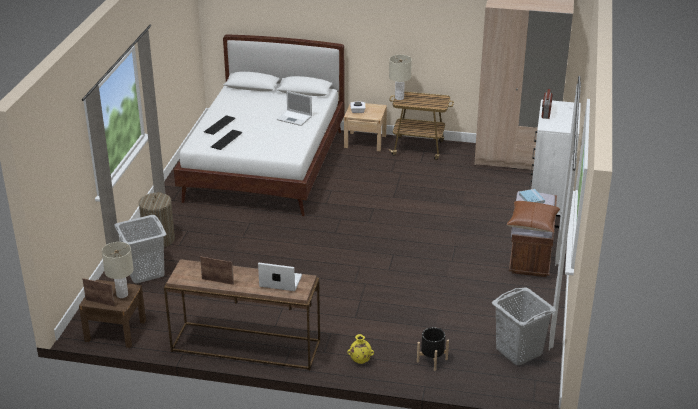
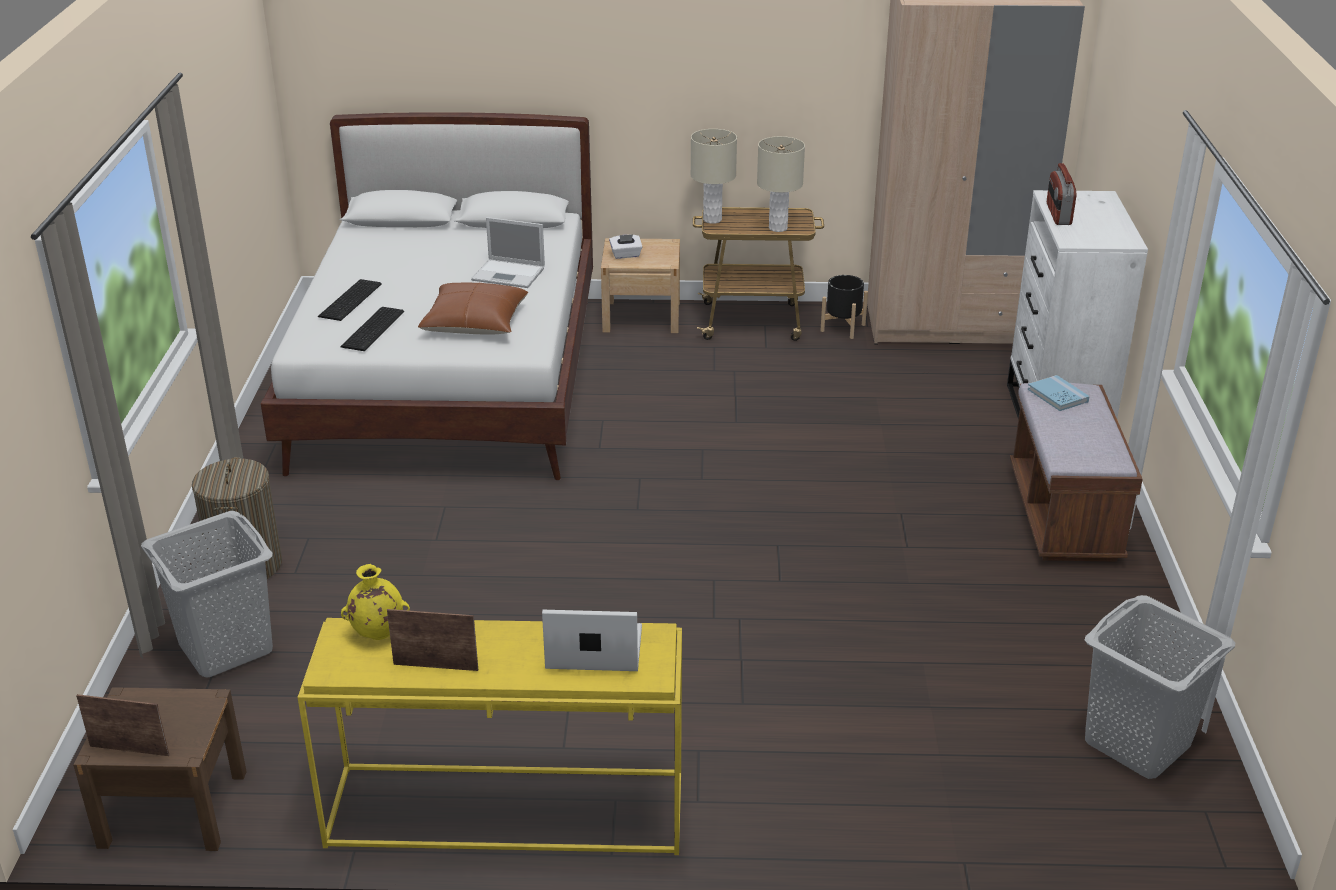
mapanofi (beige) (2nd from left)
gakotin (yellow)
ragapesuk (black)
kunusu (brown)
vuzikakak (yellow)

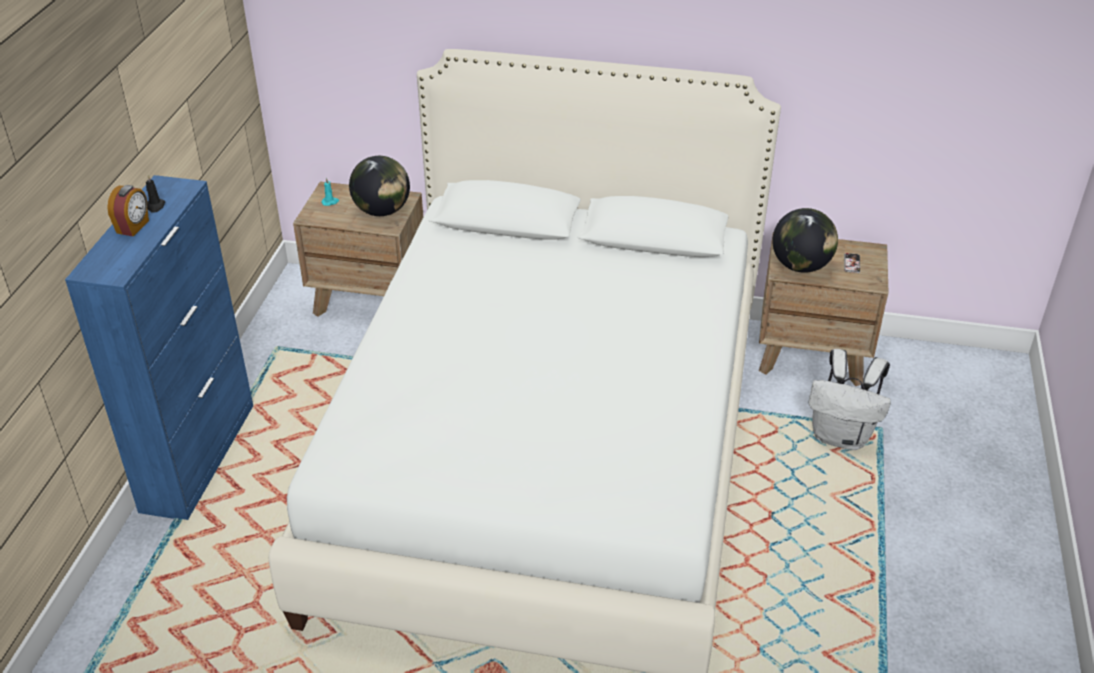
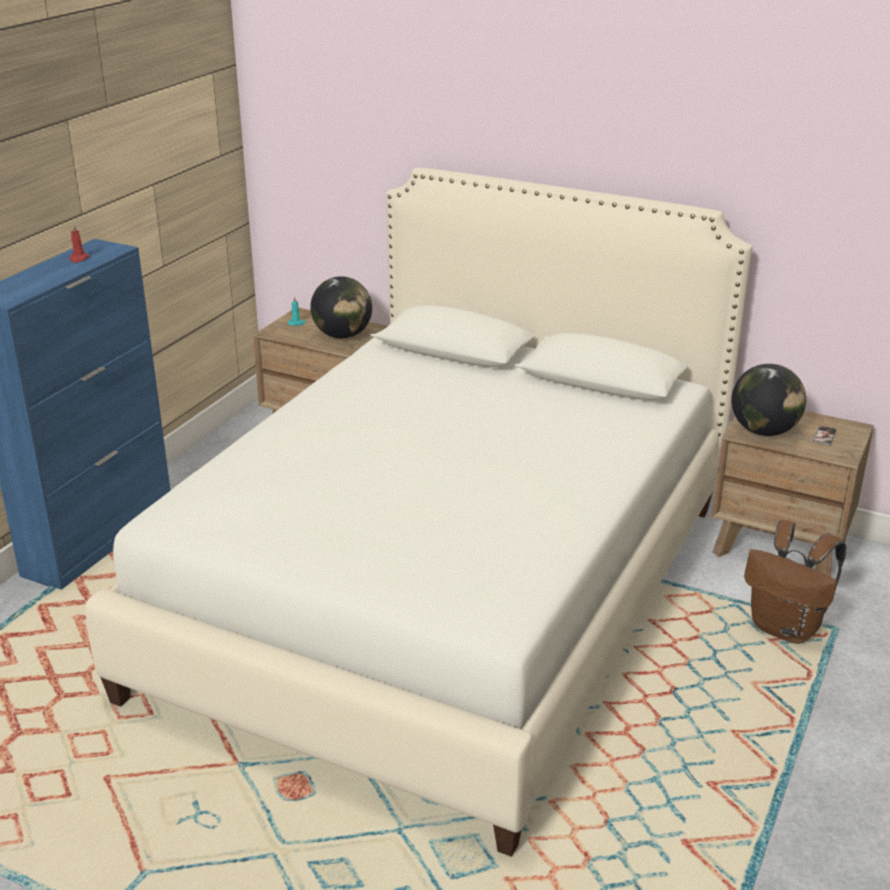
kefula
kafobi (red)
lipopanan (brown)

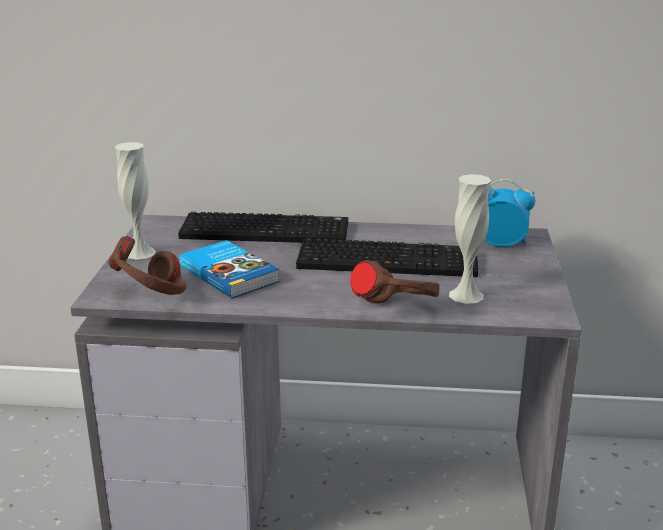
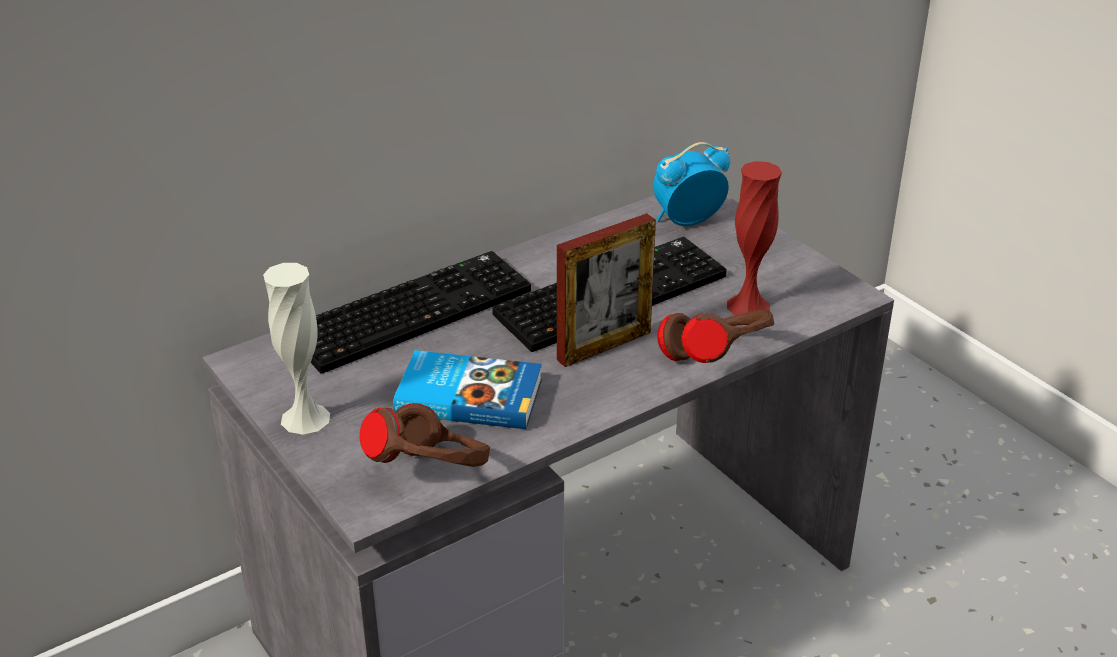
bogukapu
gakotin (red)

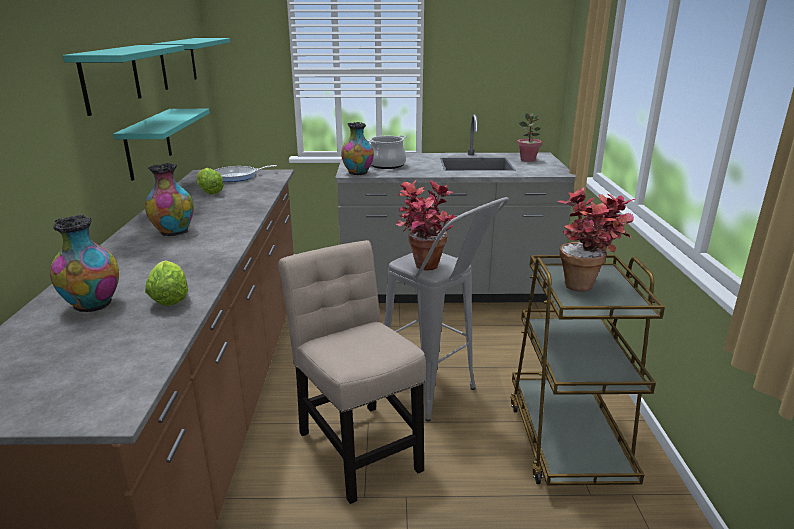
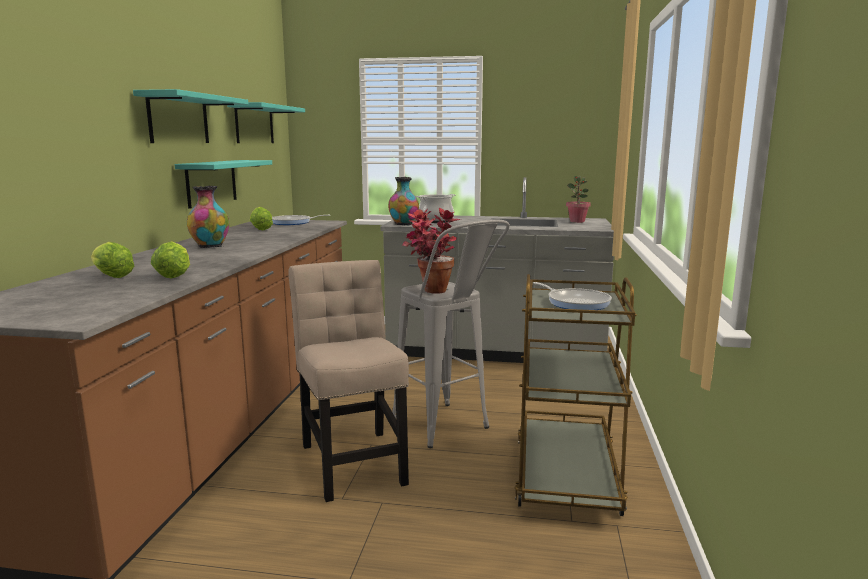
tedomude (1st from left)
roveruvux (2nd from left)

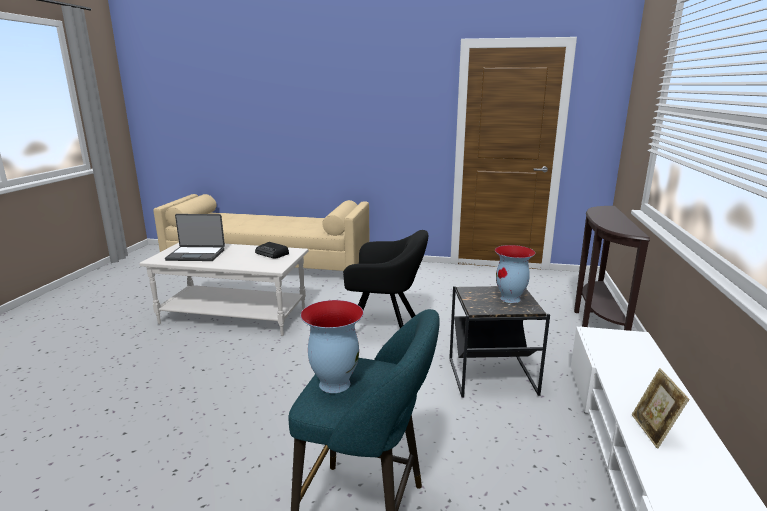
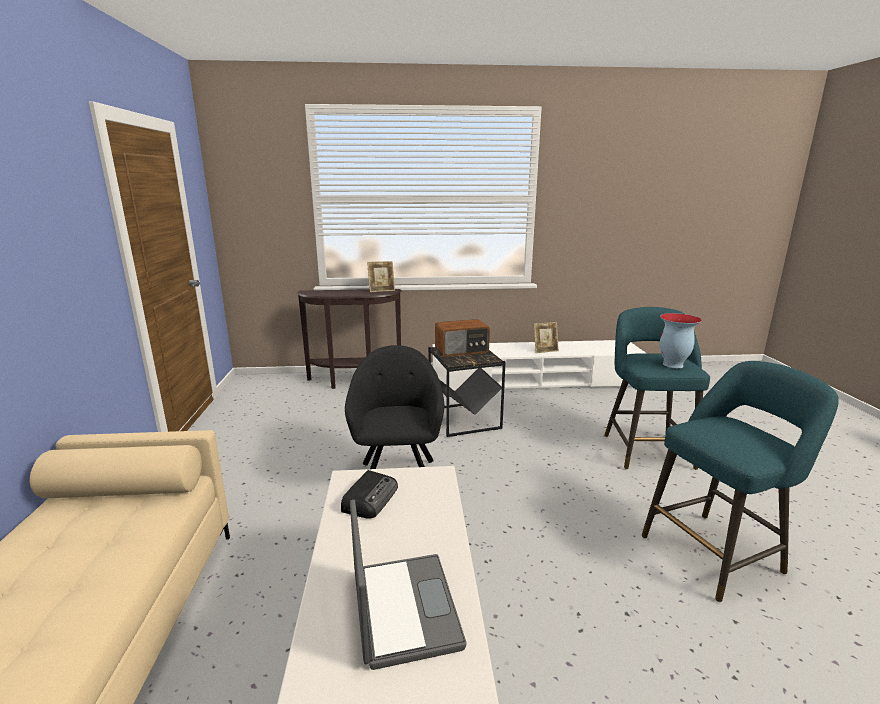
bogukapu (1st from left)
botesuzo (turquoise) (2nd from left)
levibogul (2nd from left)

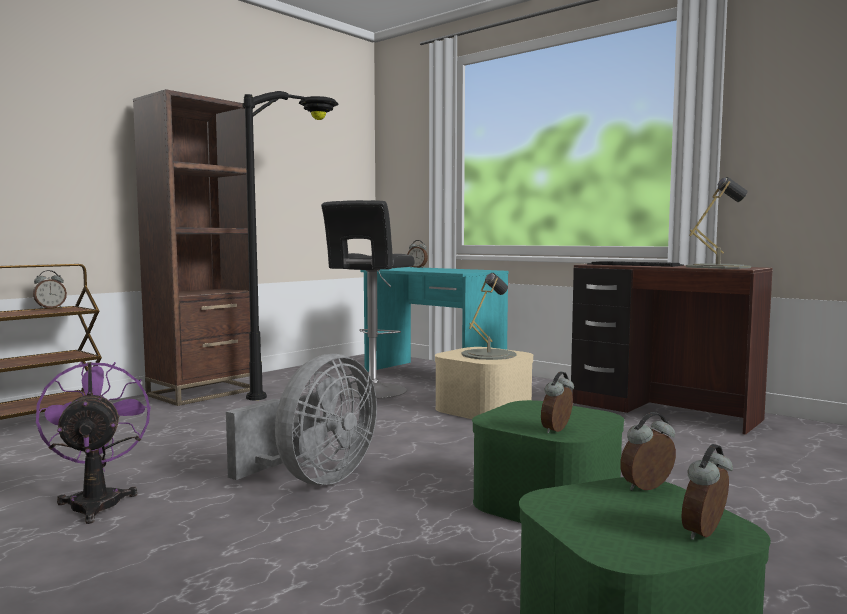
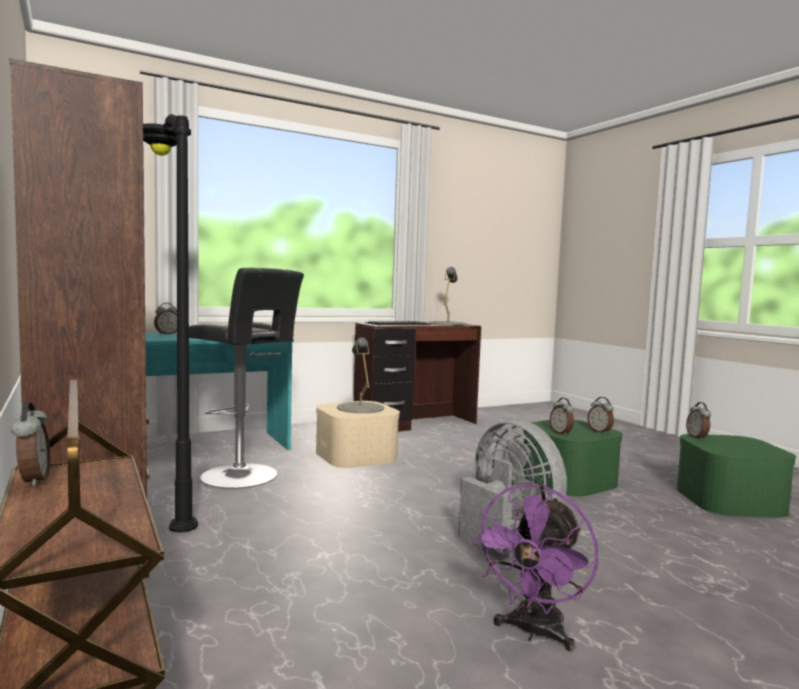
kefula (3rd from left)
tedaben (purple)

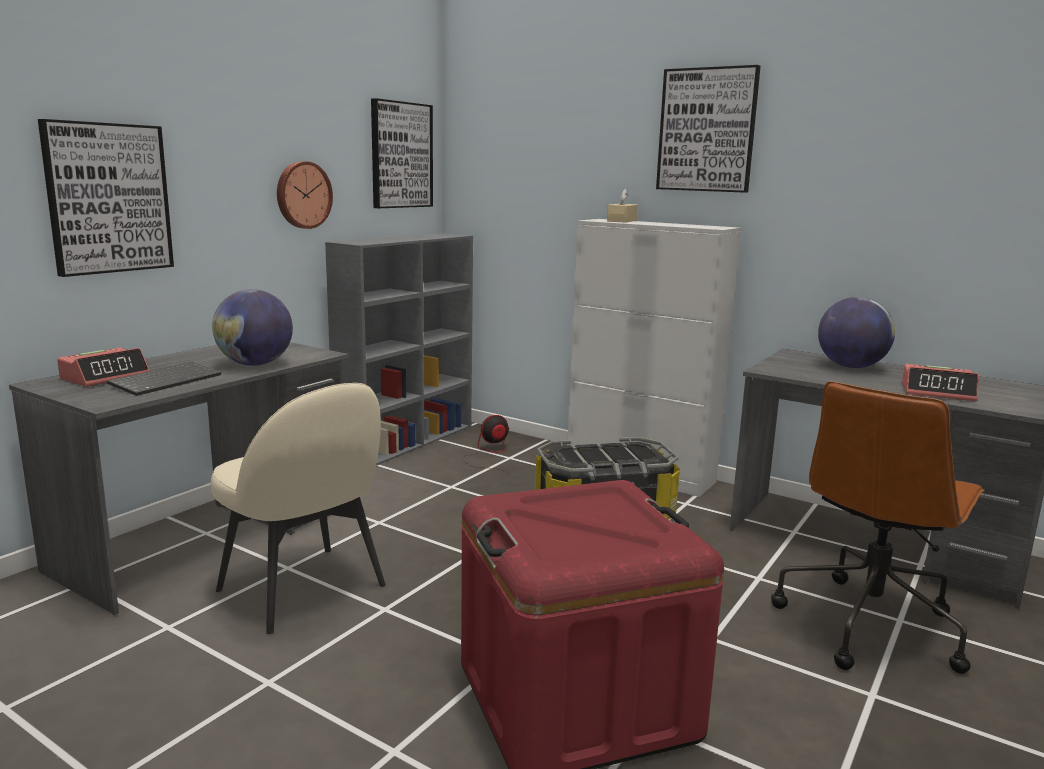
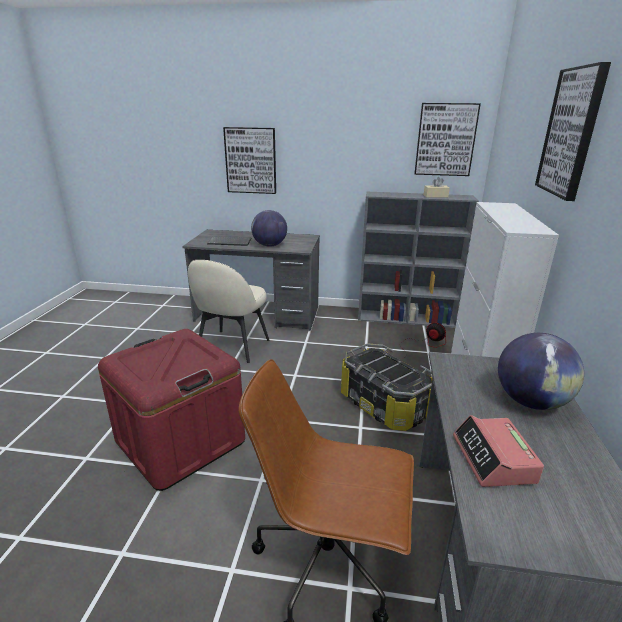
kefula (1st from left in the first image)
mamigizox
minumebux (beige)

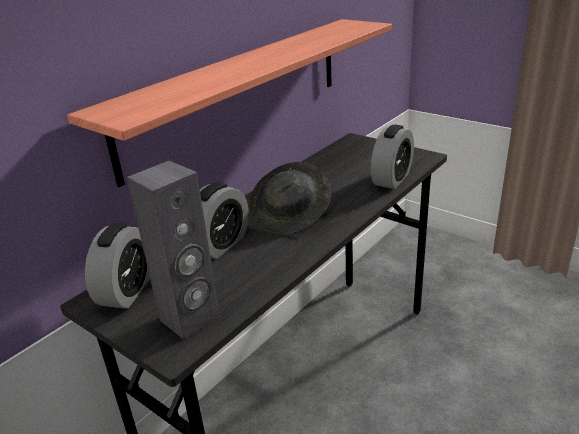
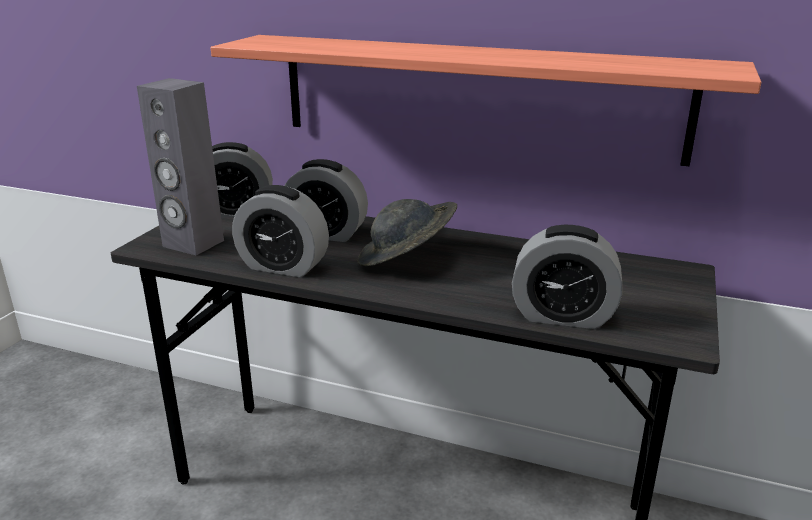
kefula (2nd from left)

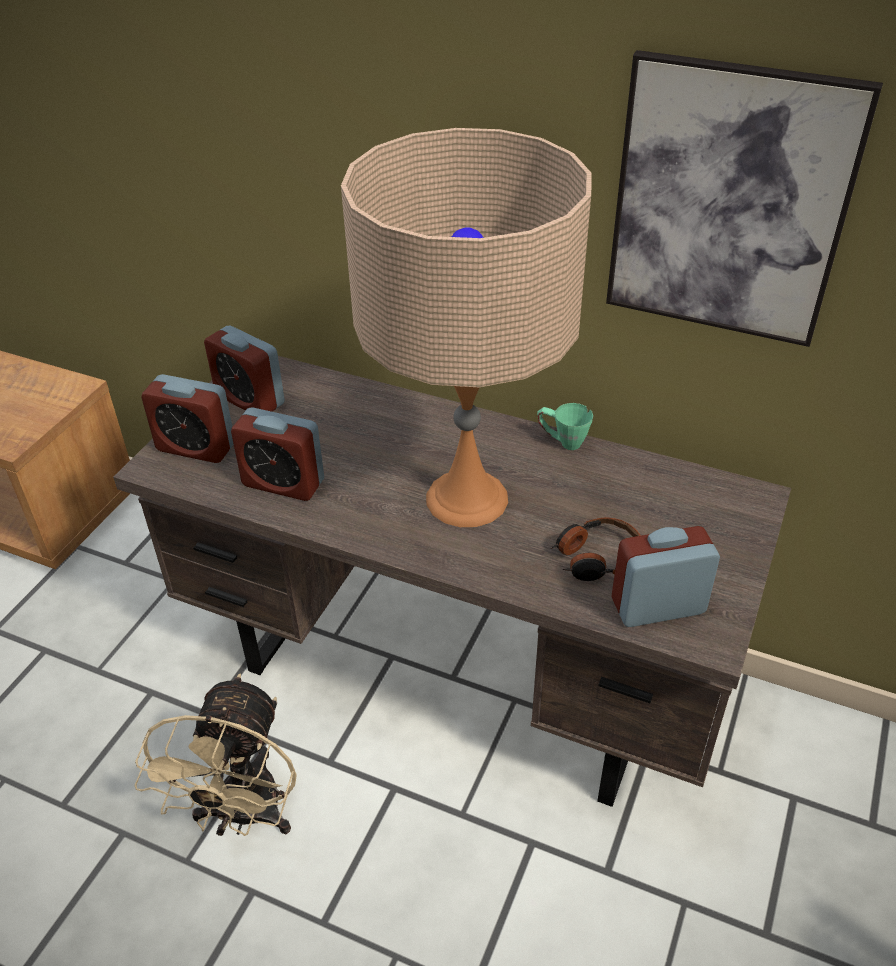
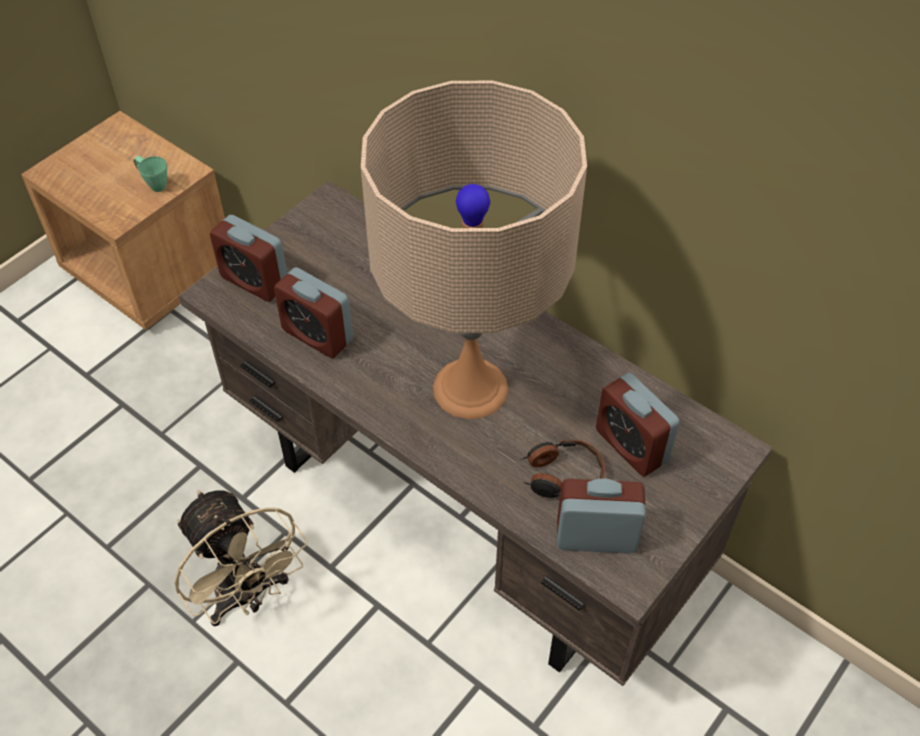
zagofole
kefula (4th from left)
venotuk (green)
tedaben (beige)

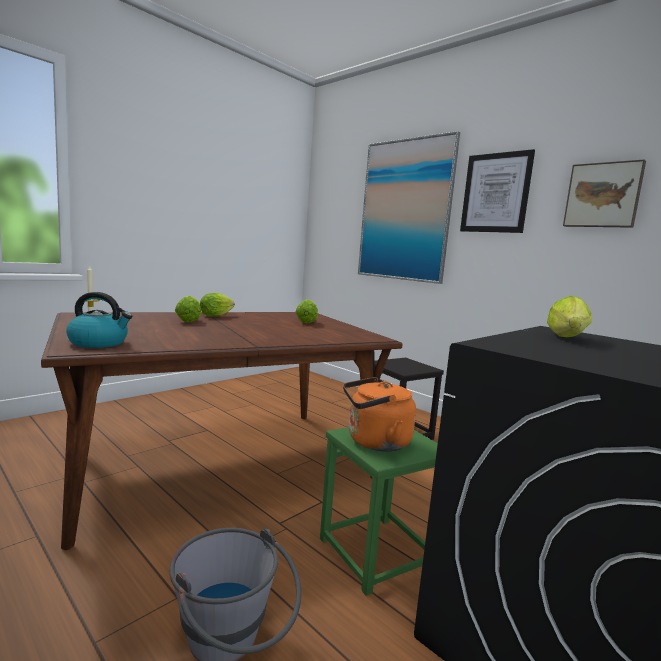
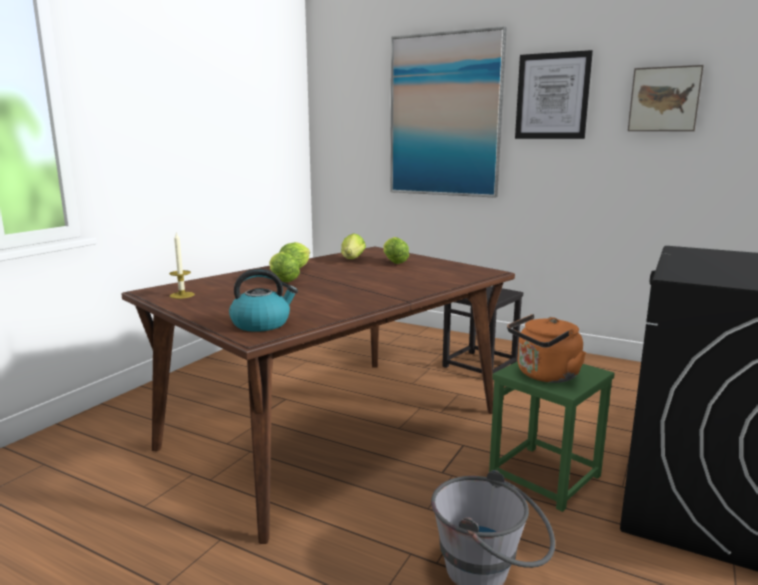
tedomude (3rd from left)

